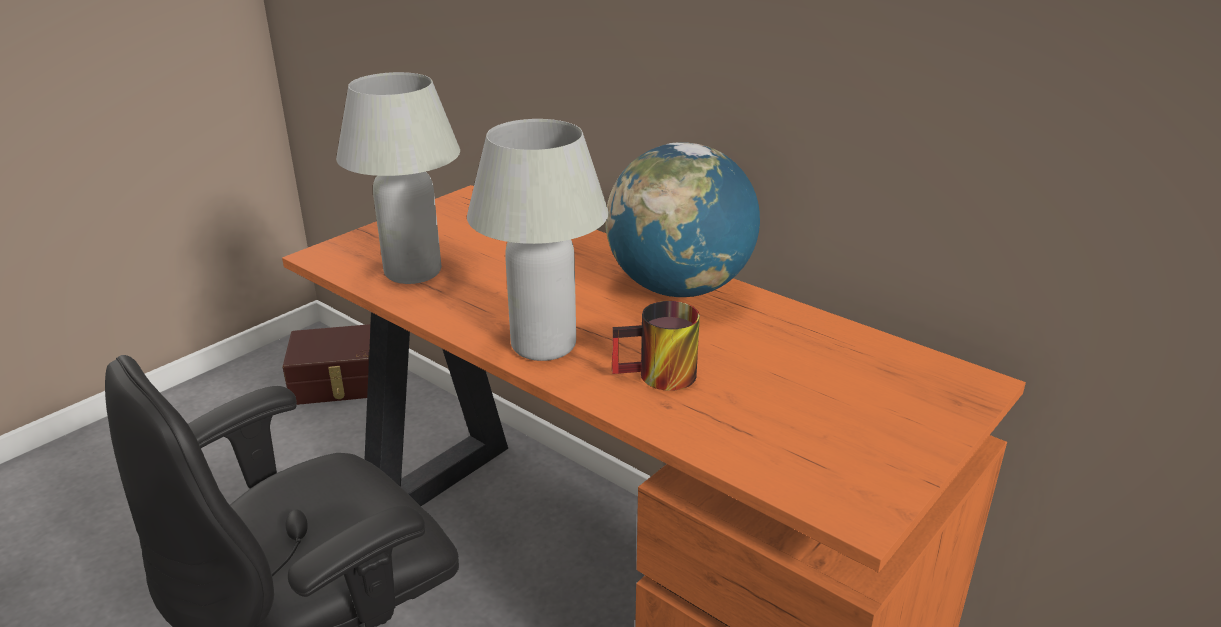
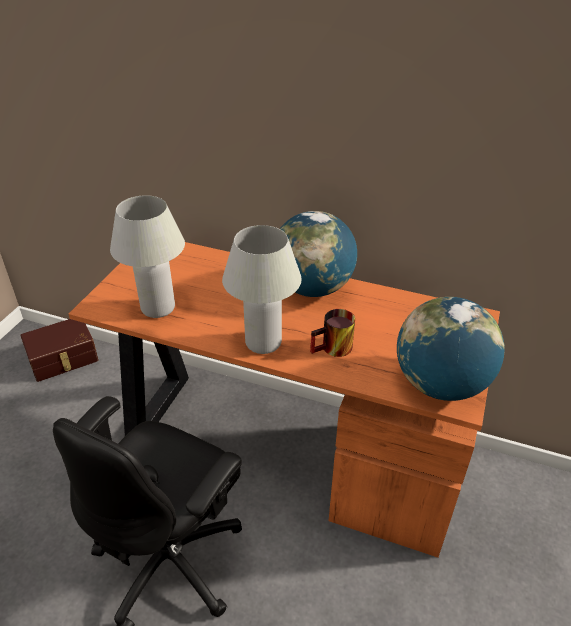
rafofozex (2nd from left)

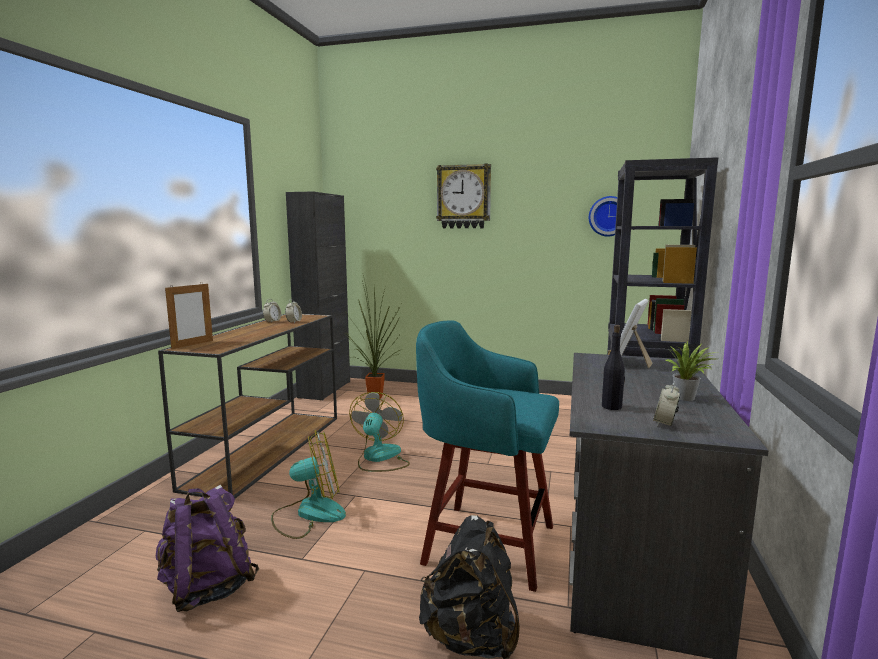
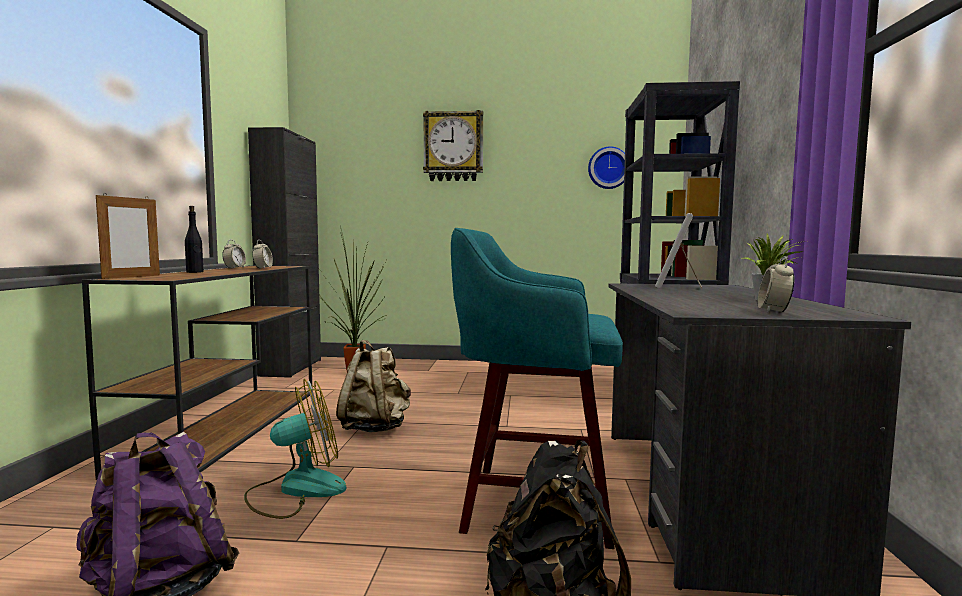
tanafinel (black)
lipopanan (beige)

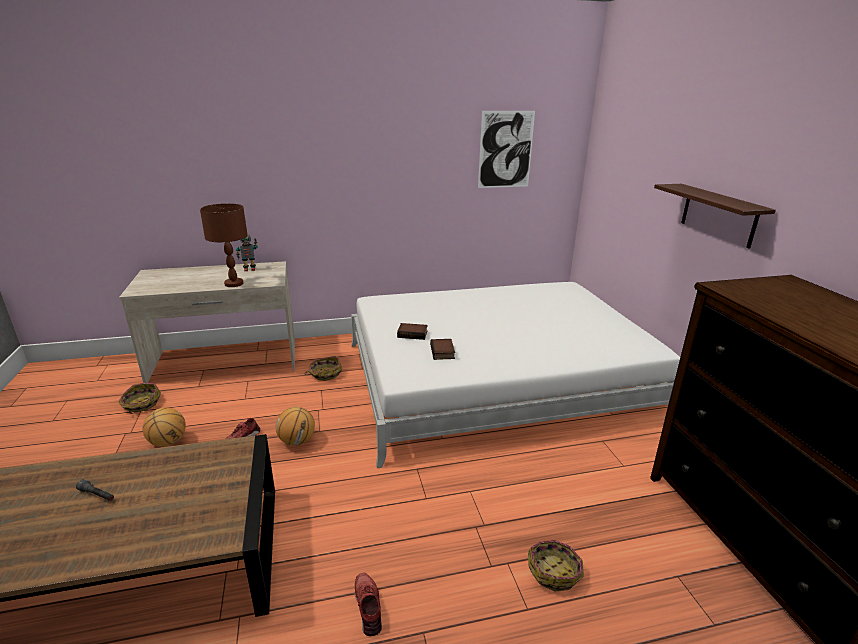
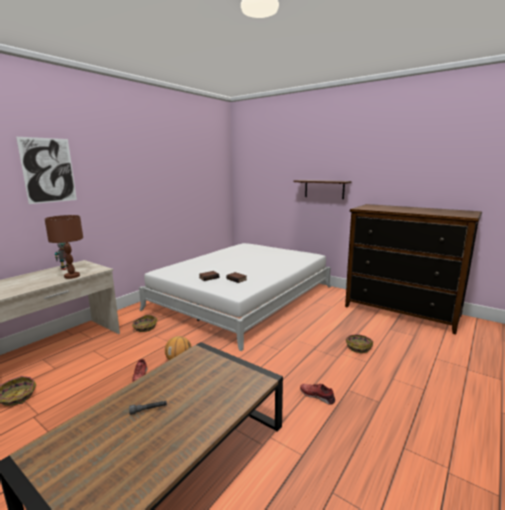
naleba (1st from left in the first image)
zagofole

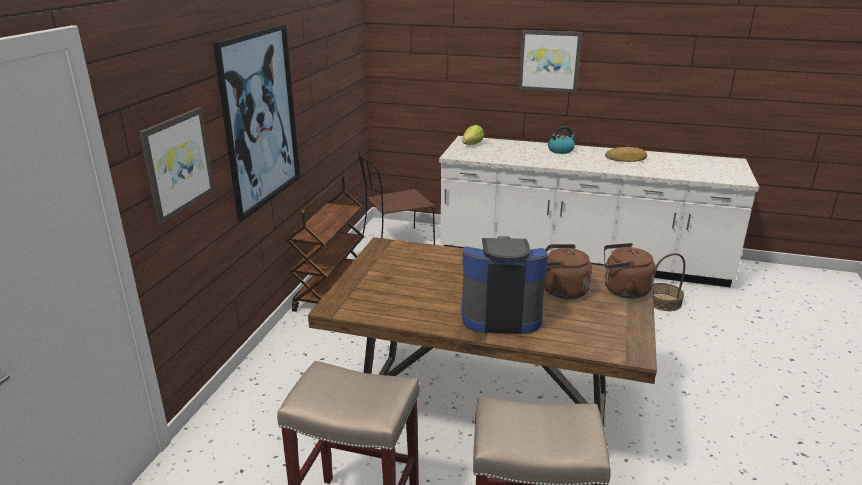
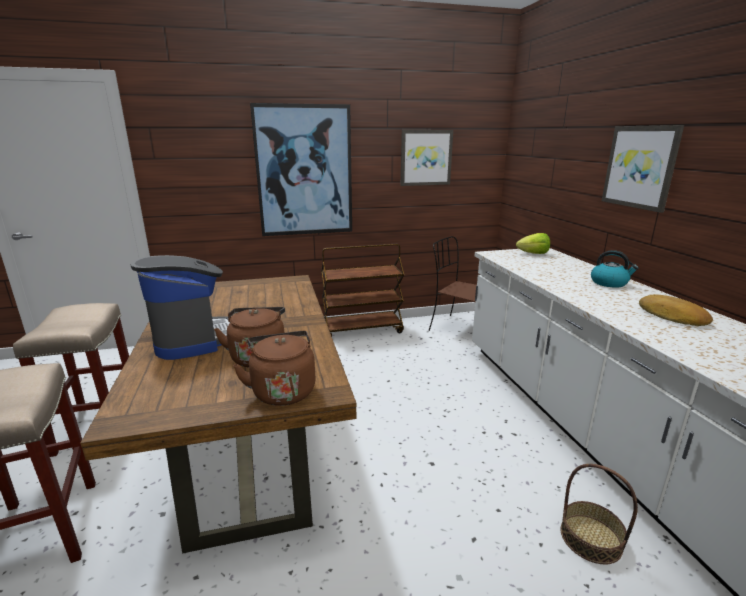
zagofole (2nd from left)

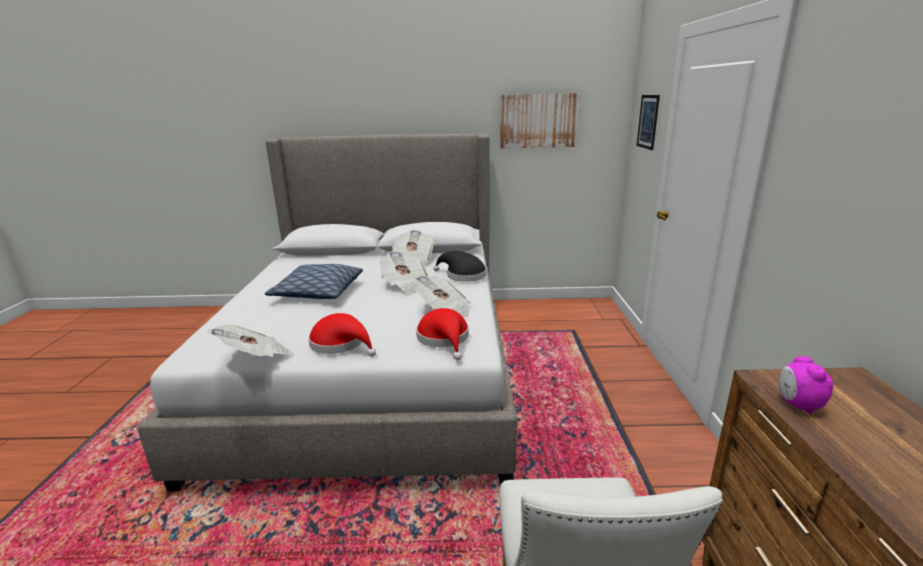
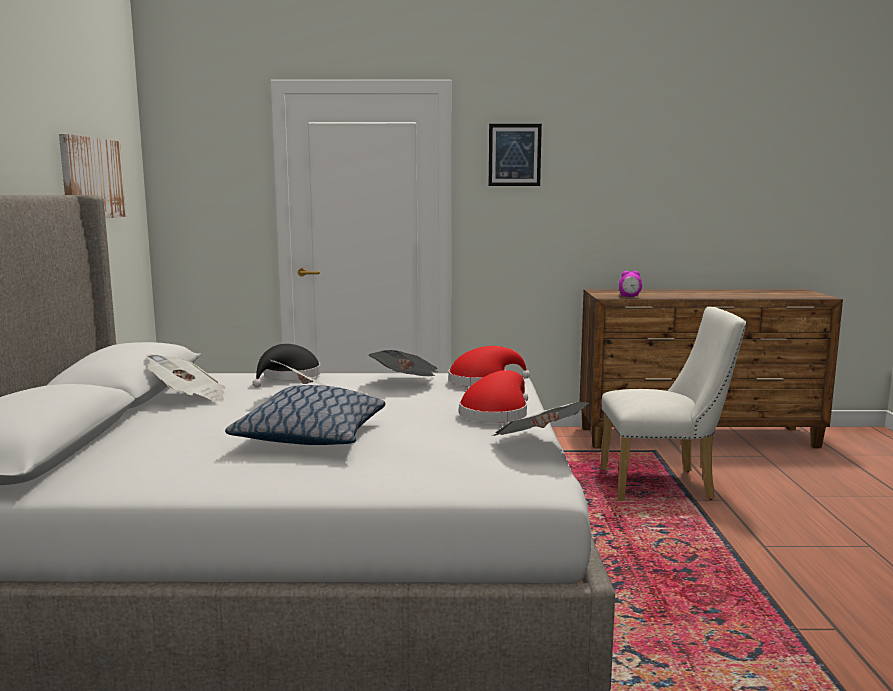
zagofole (2nd from left)

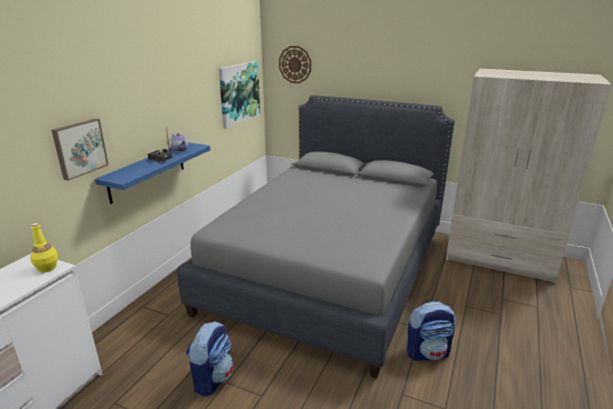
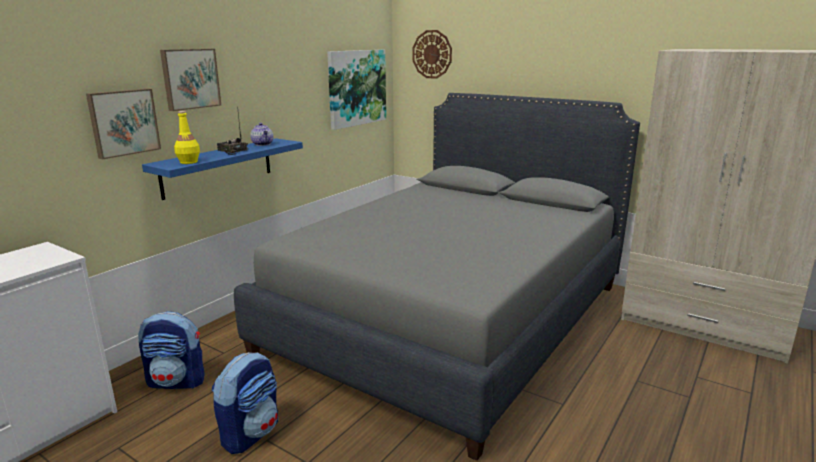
zagofole (2nd from left)
tanafinel (yellow)
lipopanan (1st from left)

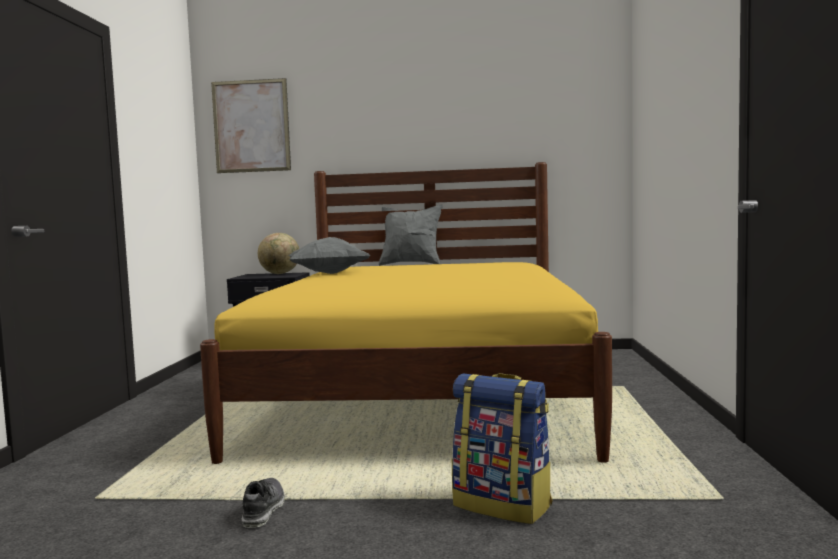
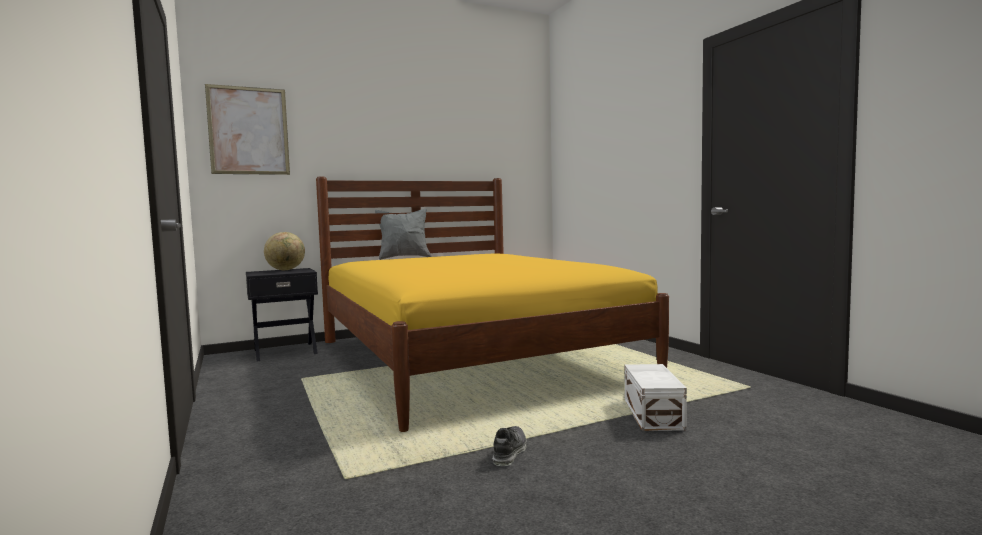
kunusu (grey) (1st from left in the first image)
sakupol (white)
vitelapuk

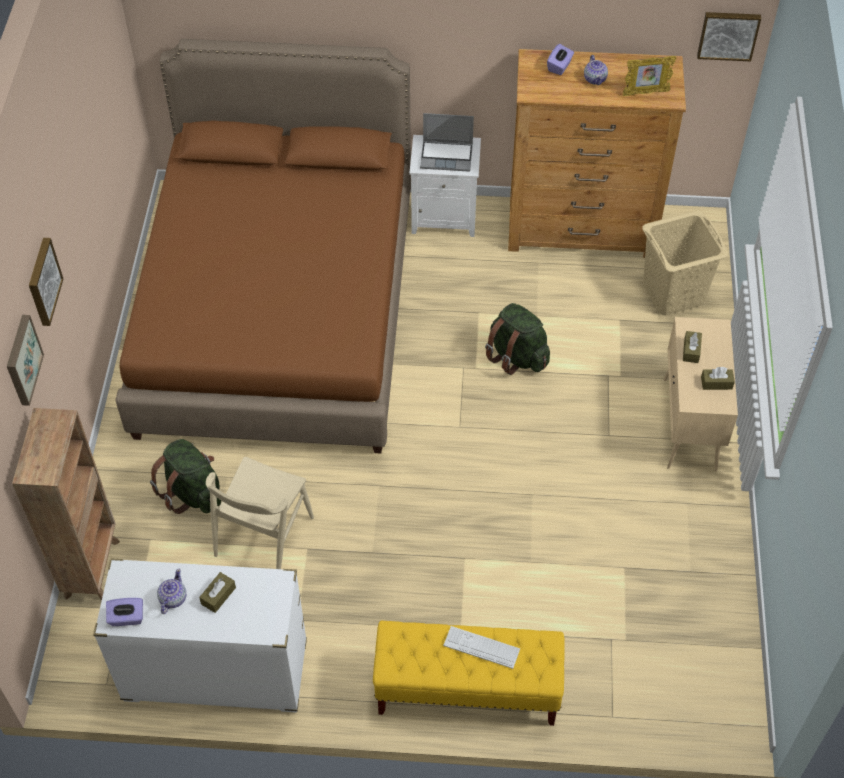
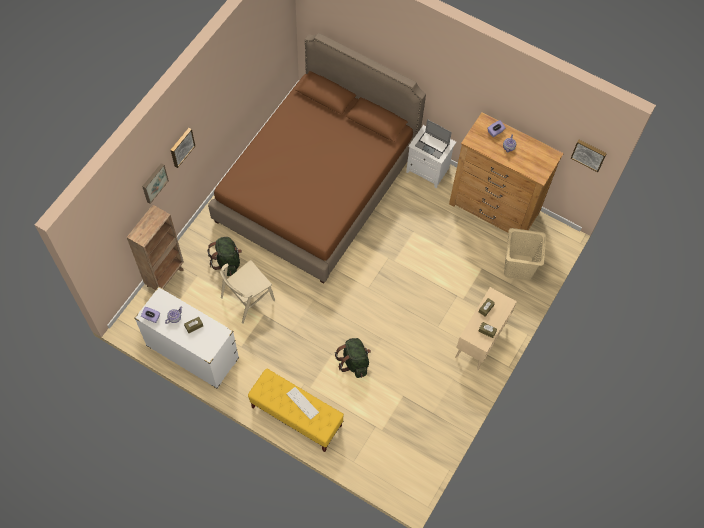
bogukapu
lipopanan (green) (2nd from left)

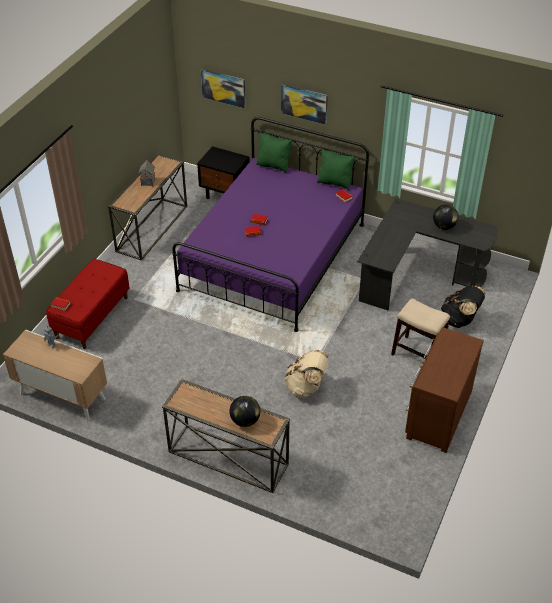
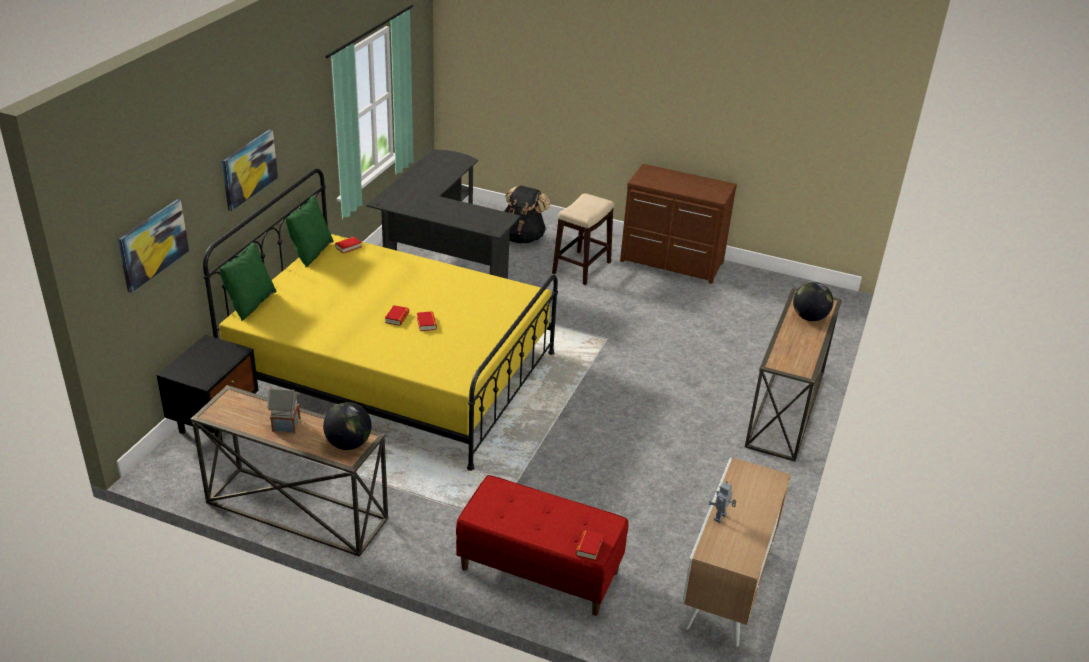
lipopanan (beige)
rafofozex (1st from left)
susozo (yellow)

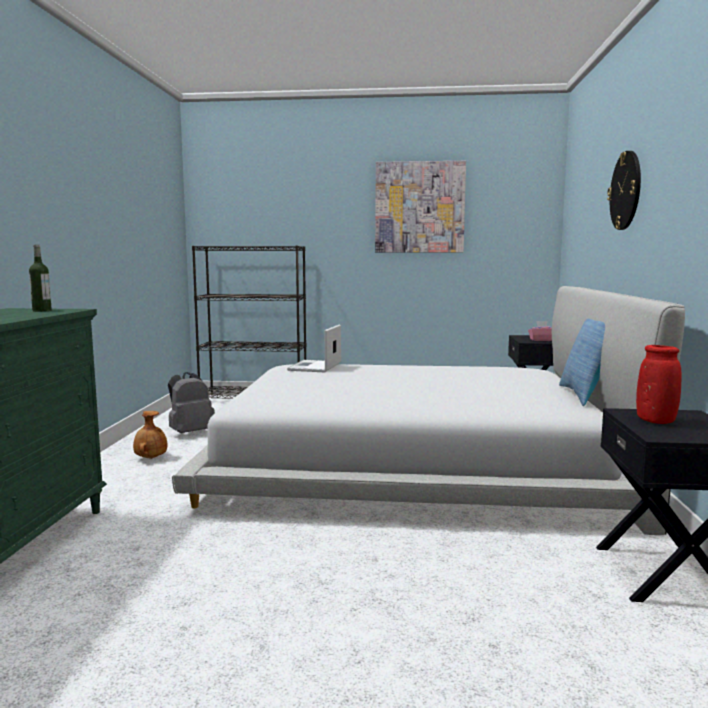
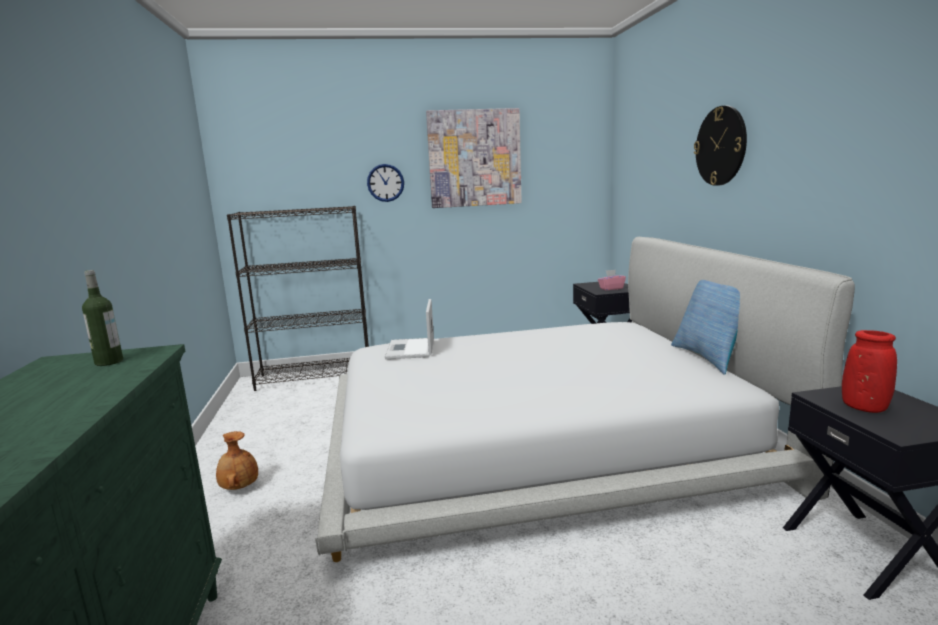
lipopanan (grey)
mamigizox (1st from left)

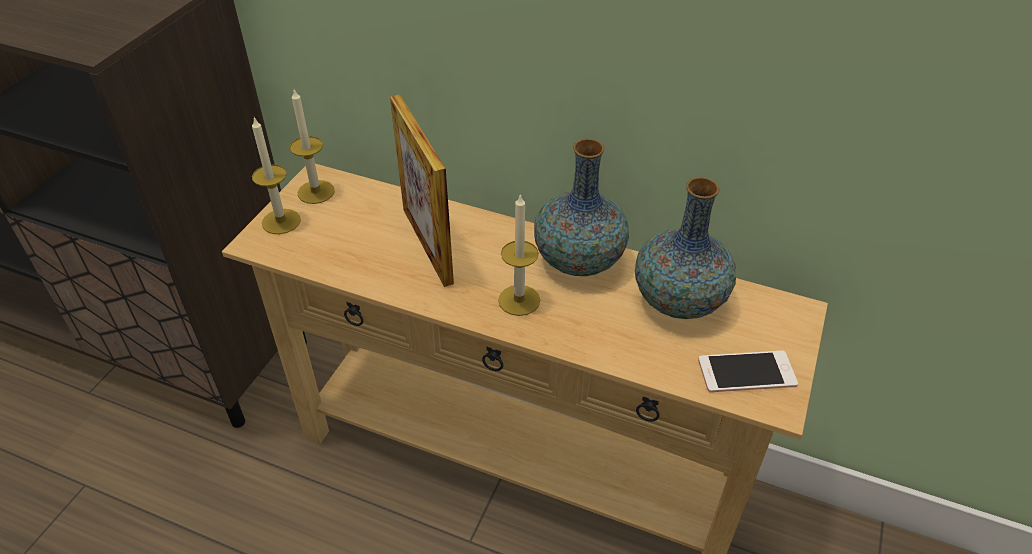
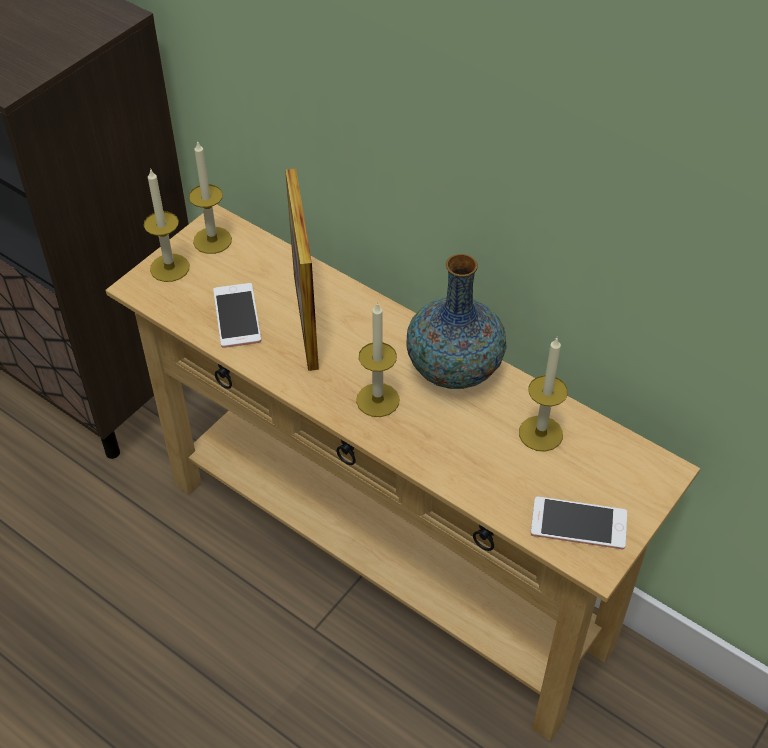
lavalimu (1st from left)
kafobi (4th from left)

